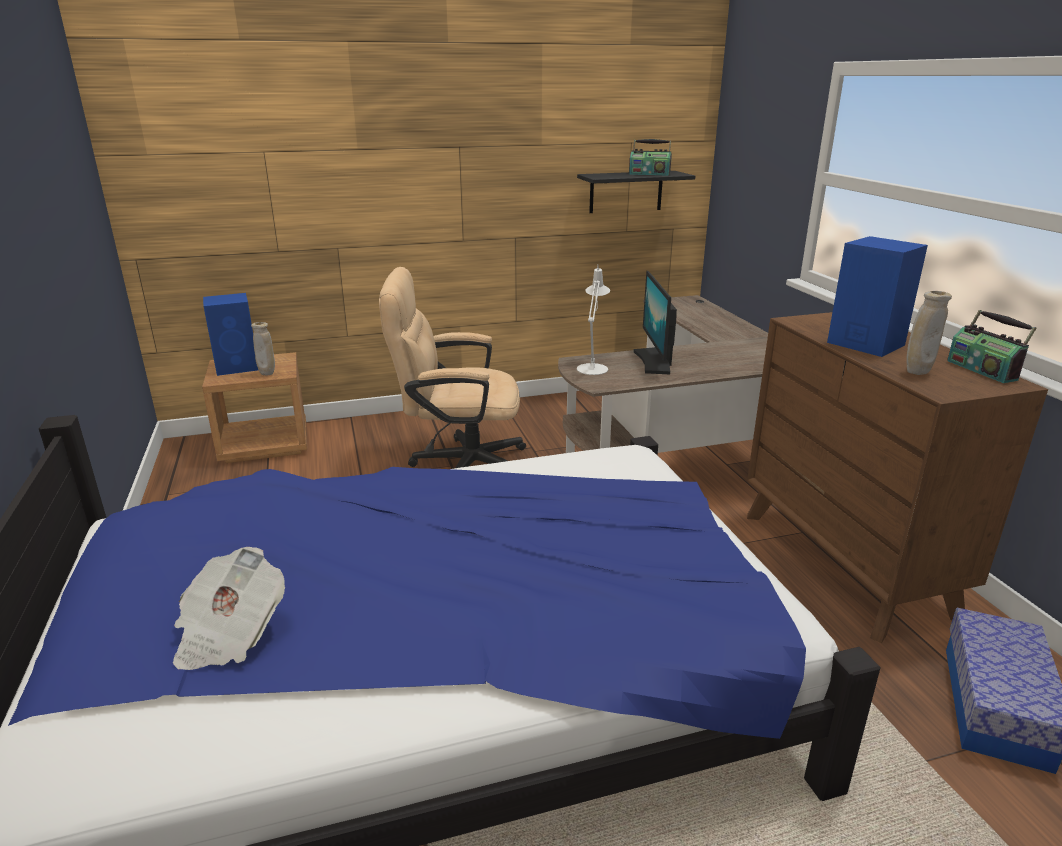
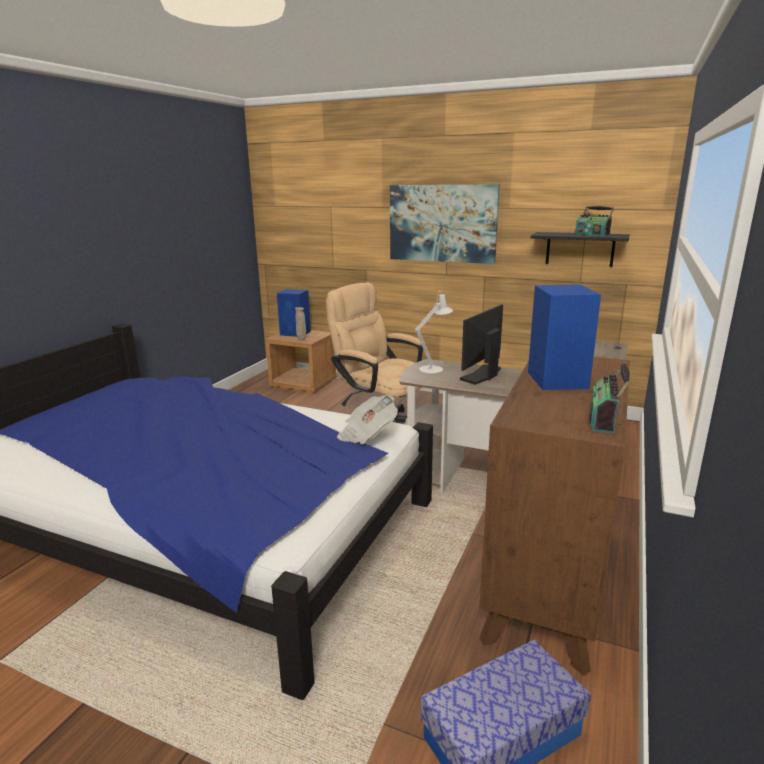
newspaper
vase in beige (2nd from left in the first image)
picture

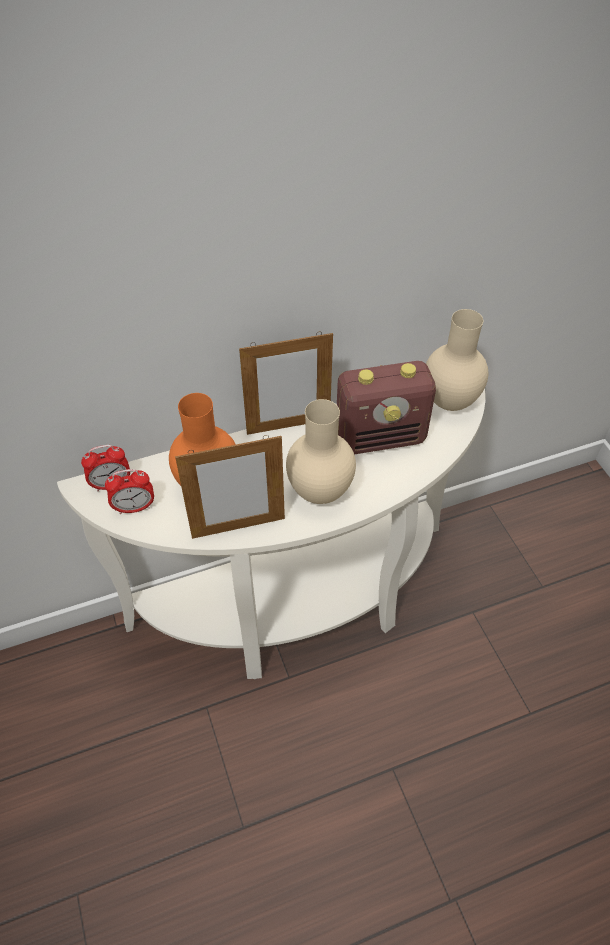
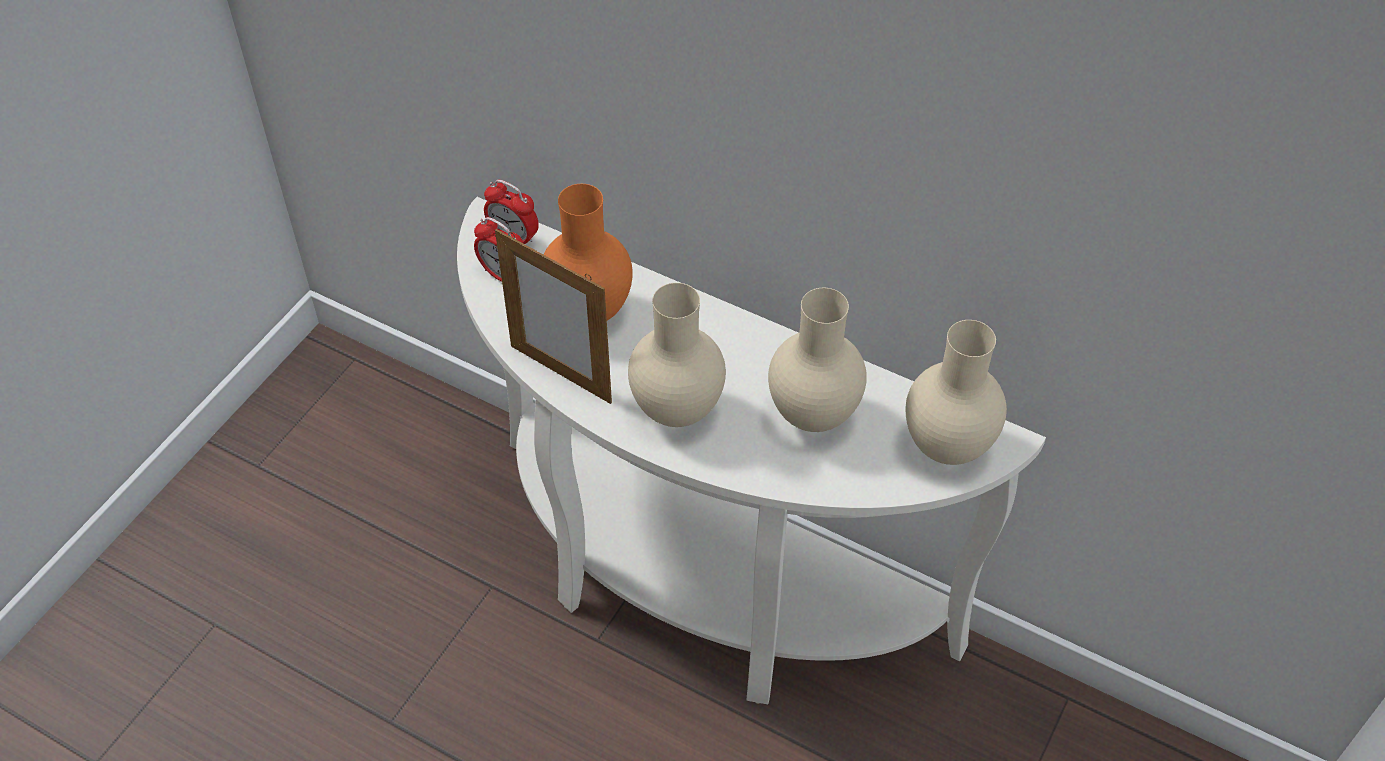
picture frame (2nd from left in the first image)
vase in beige (2nd from left)

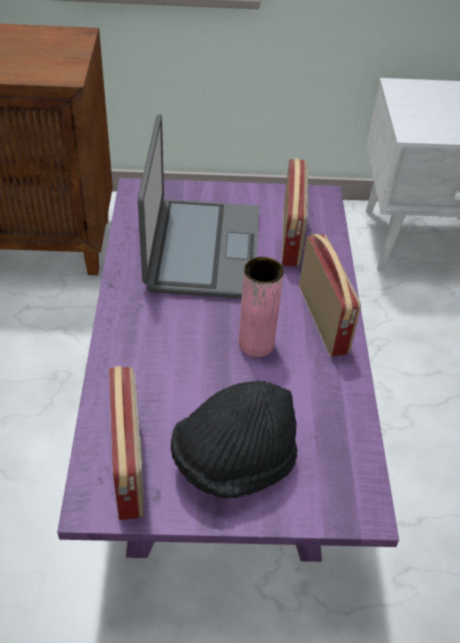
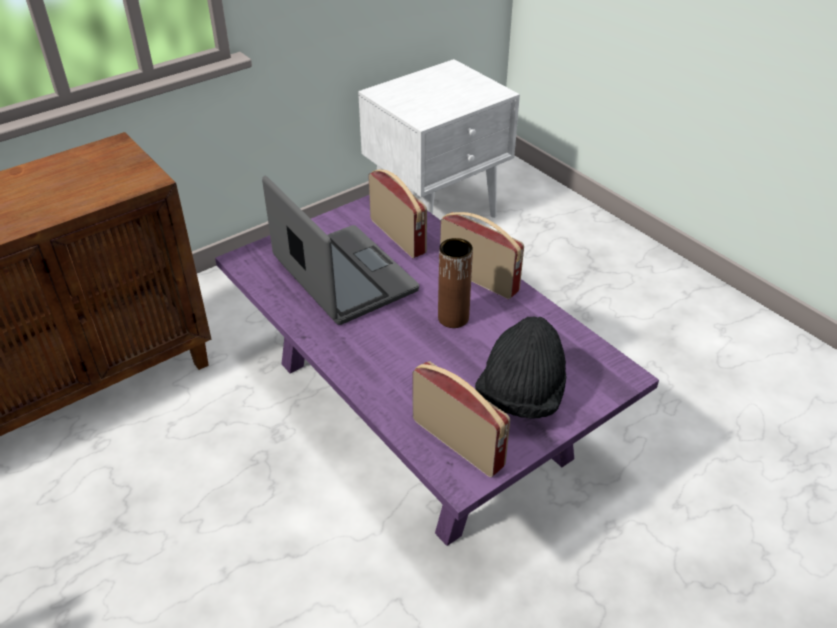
vase in brown

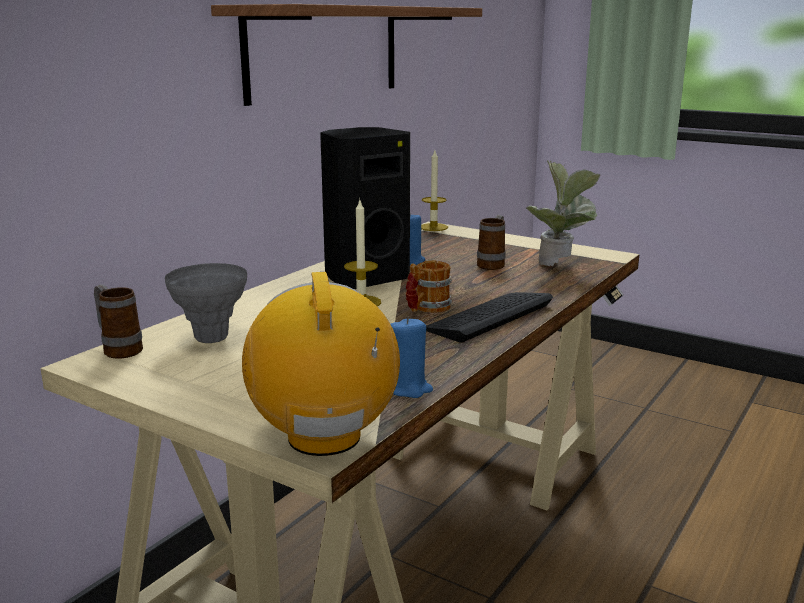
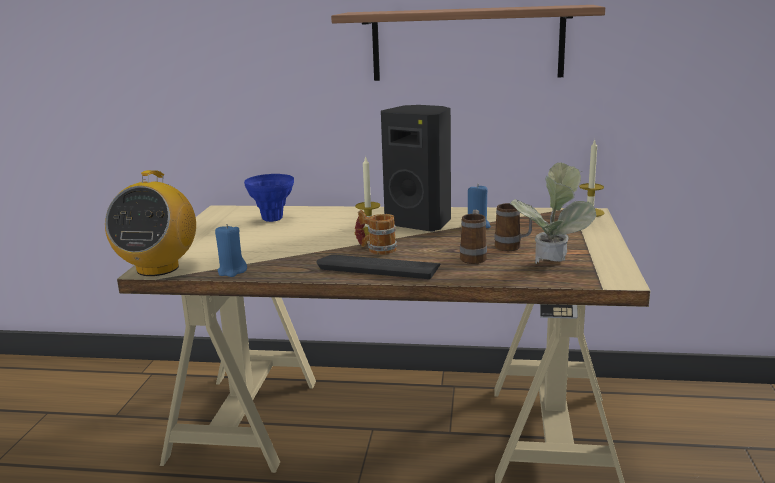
mug (2nd from left)
vase in blue
radio

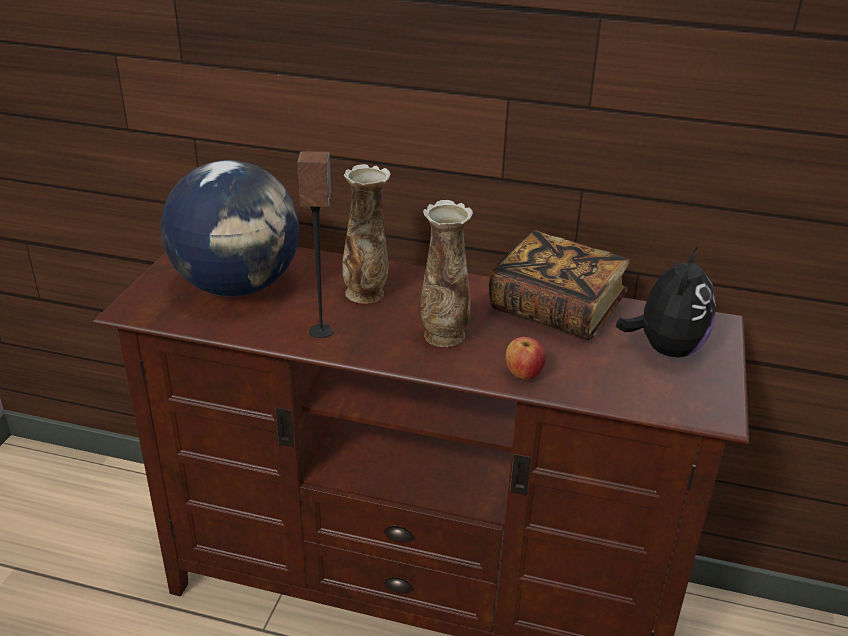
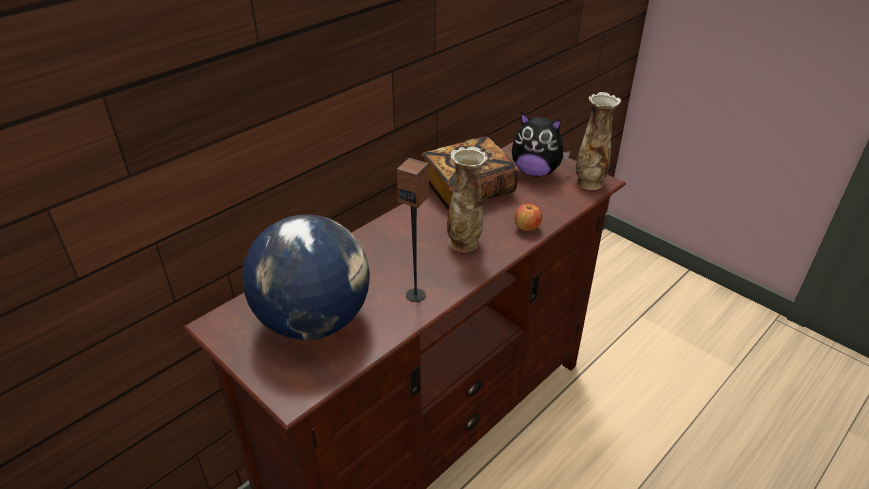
vase (2nd from left)
plush toy

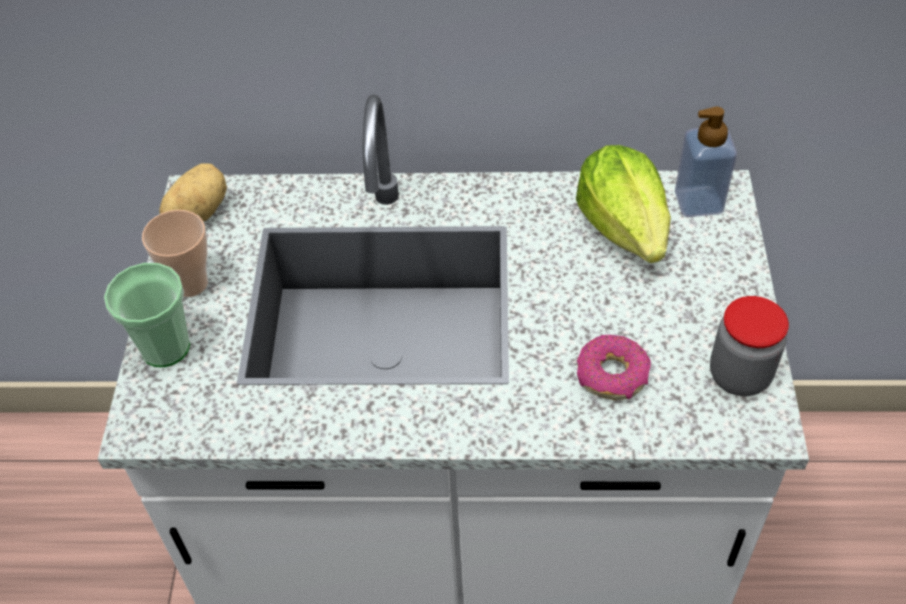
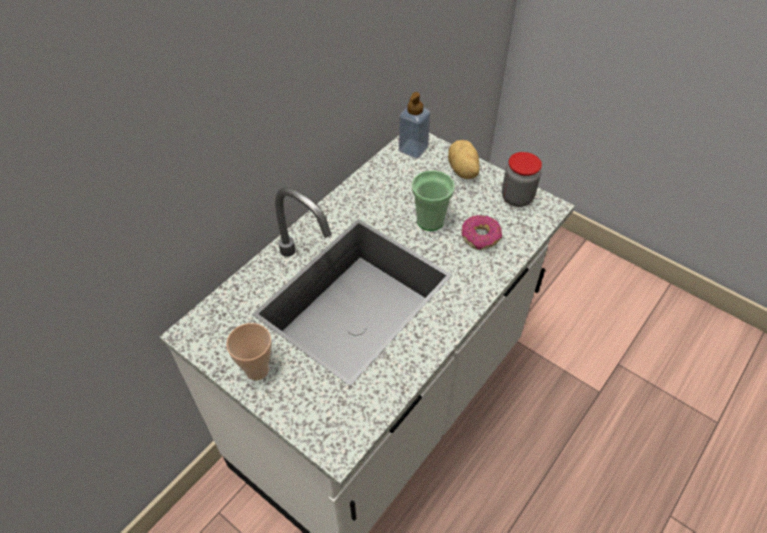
cup (2nd from left)
potato
lettuce

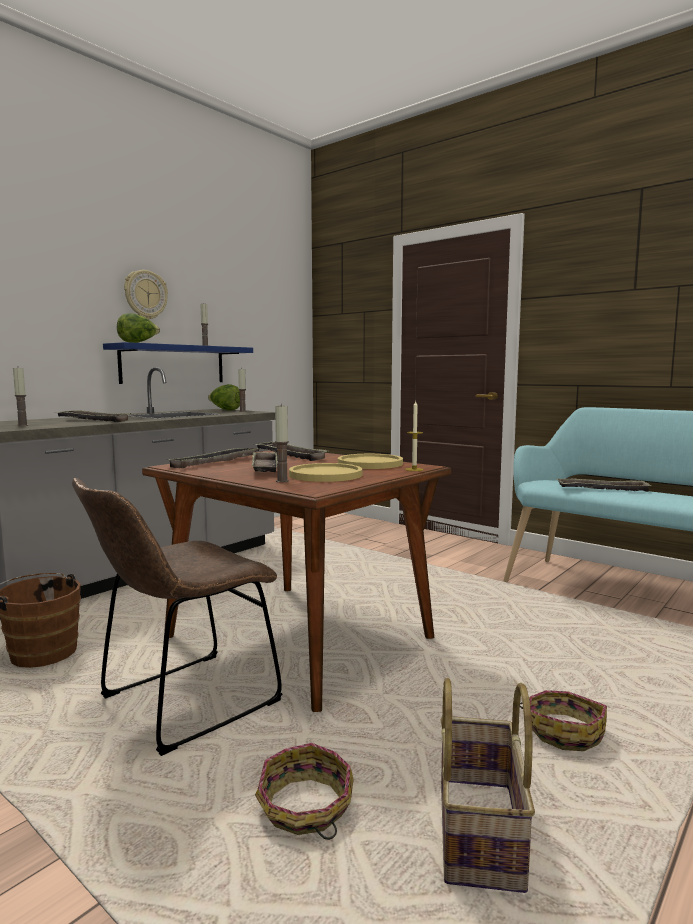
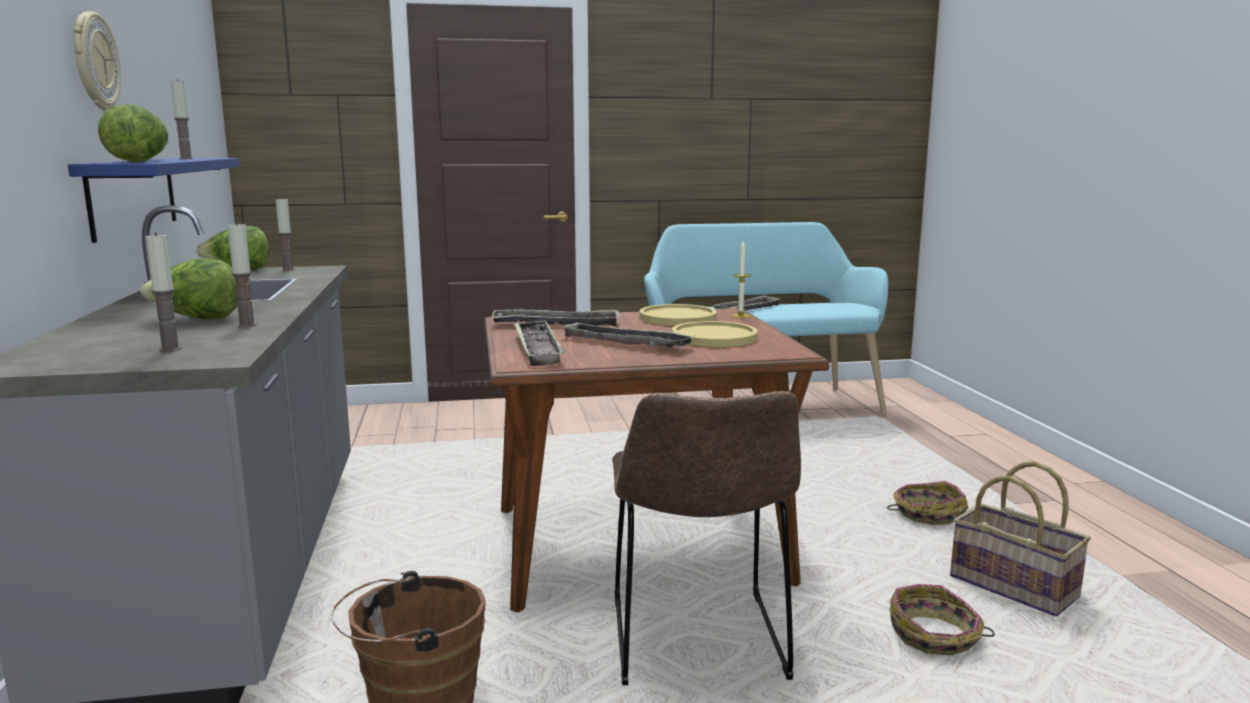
lettuce (2nd from left)
candle (3rd from left)

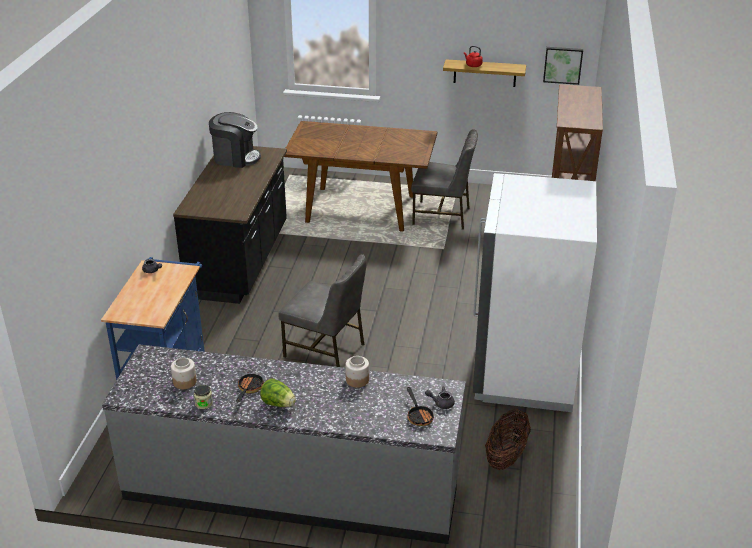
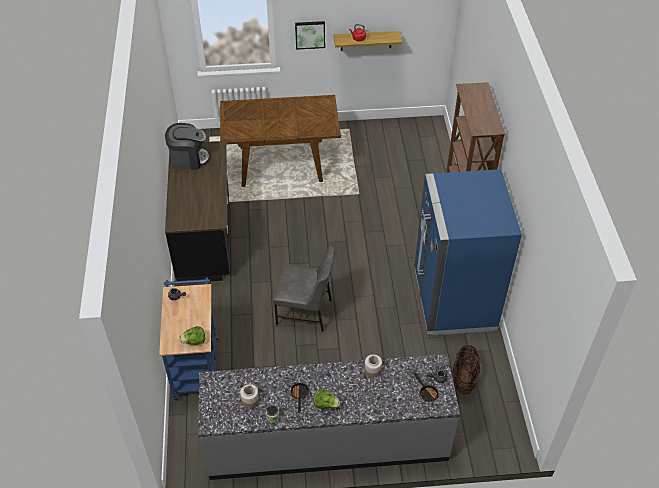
chair in grey (2nd from left in the first image)
fridge in blue
picture
lettuce (1st from left)

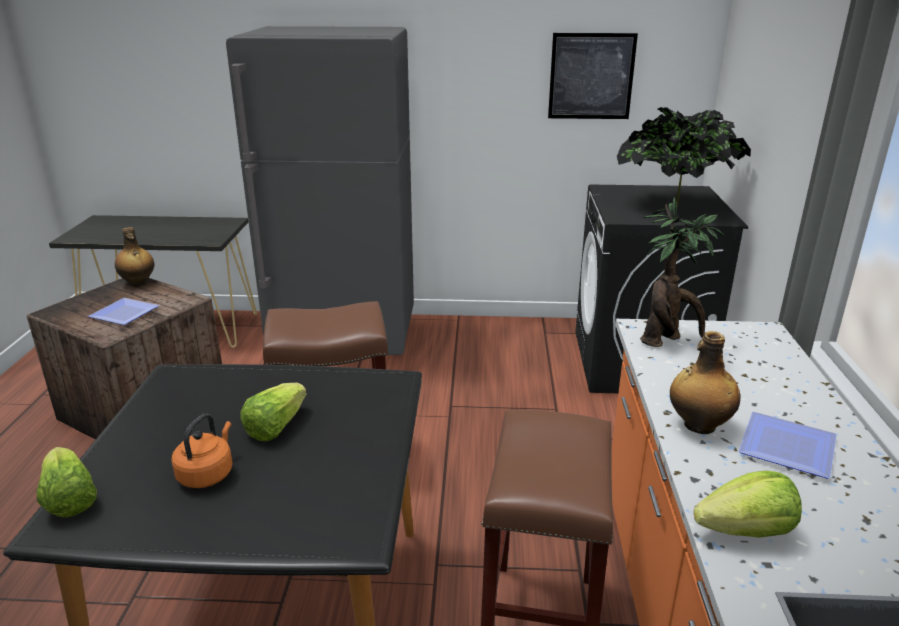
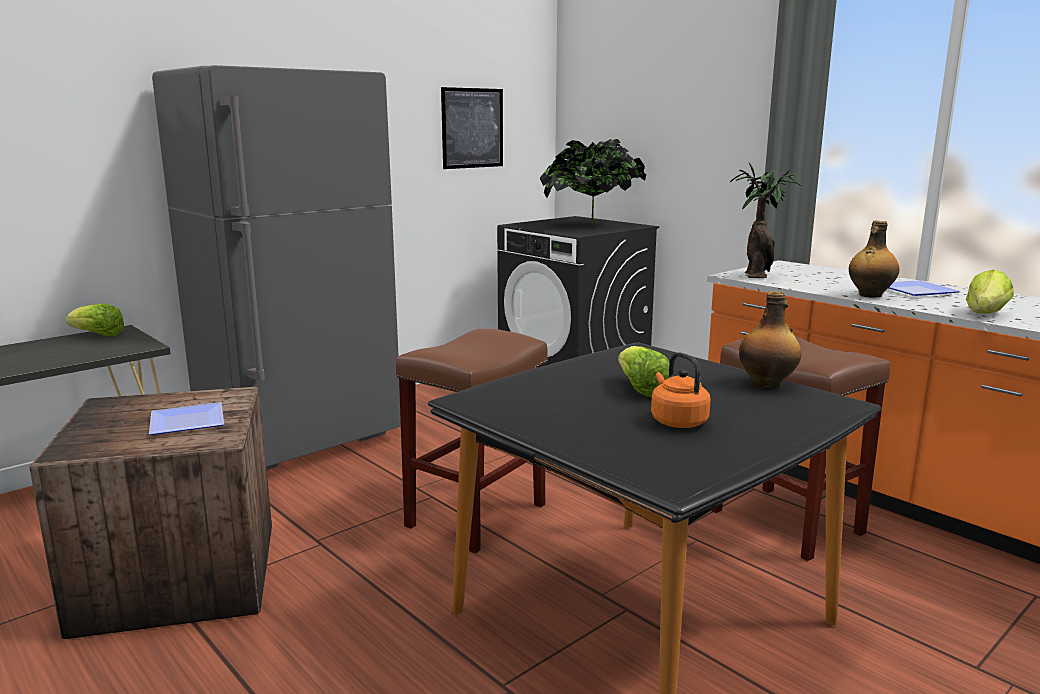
lettuce (1st from left)
bottle (1st from left)

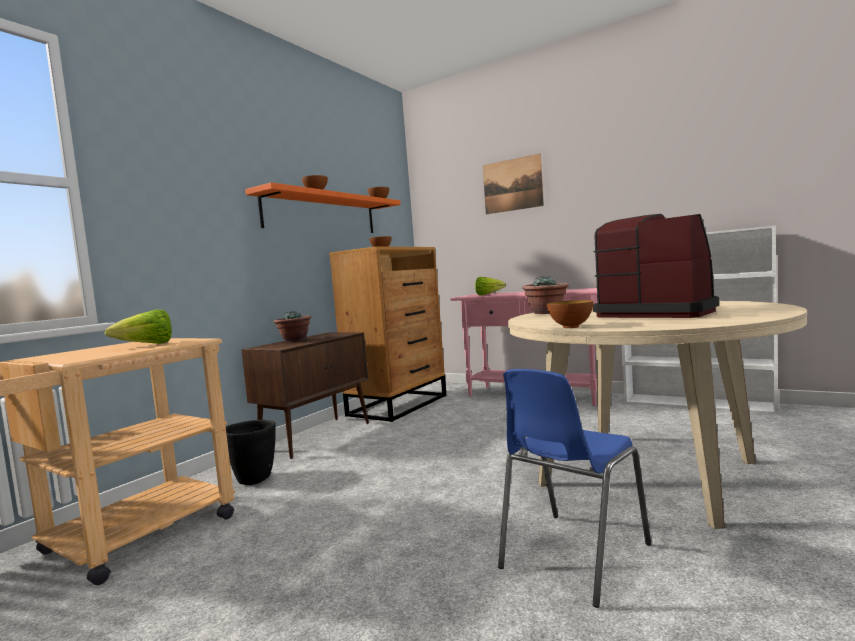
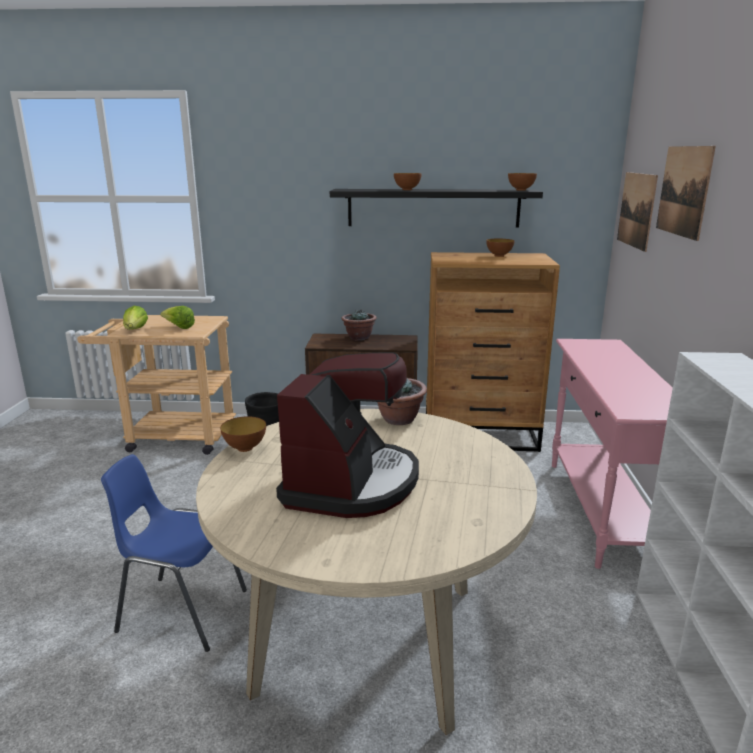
shelf in black
lettuce (1st from left)
picture (1st from left)

